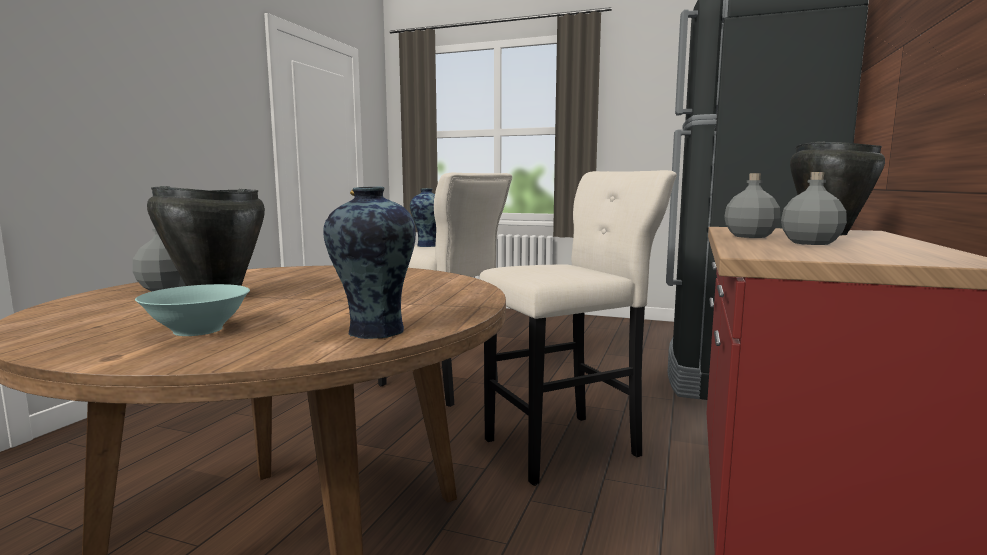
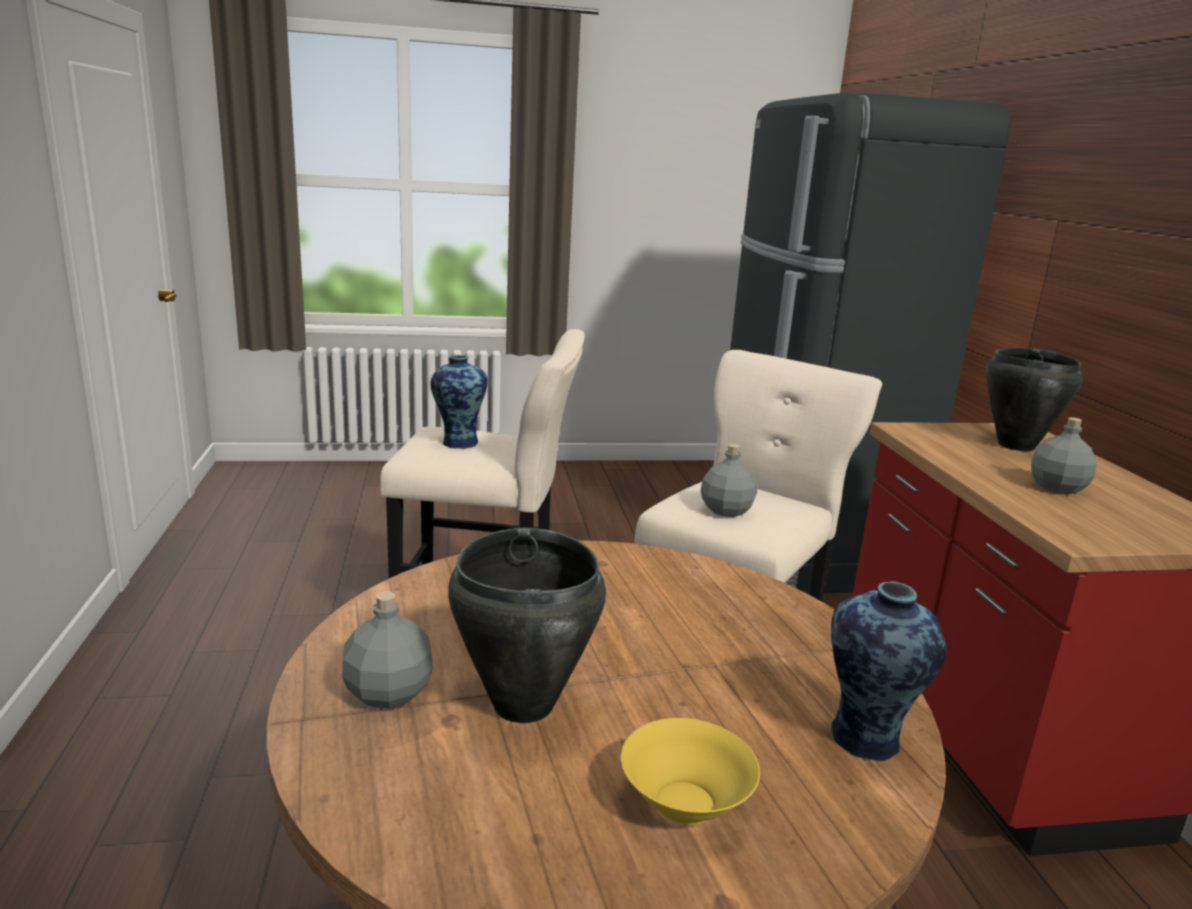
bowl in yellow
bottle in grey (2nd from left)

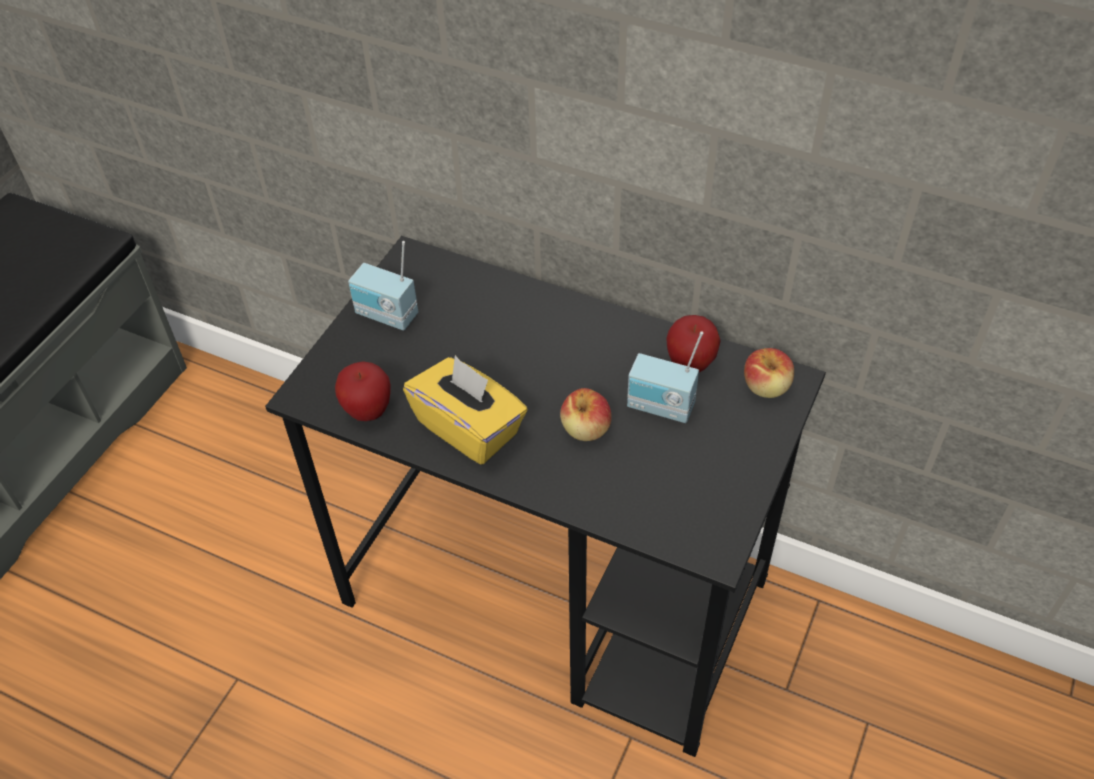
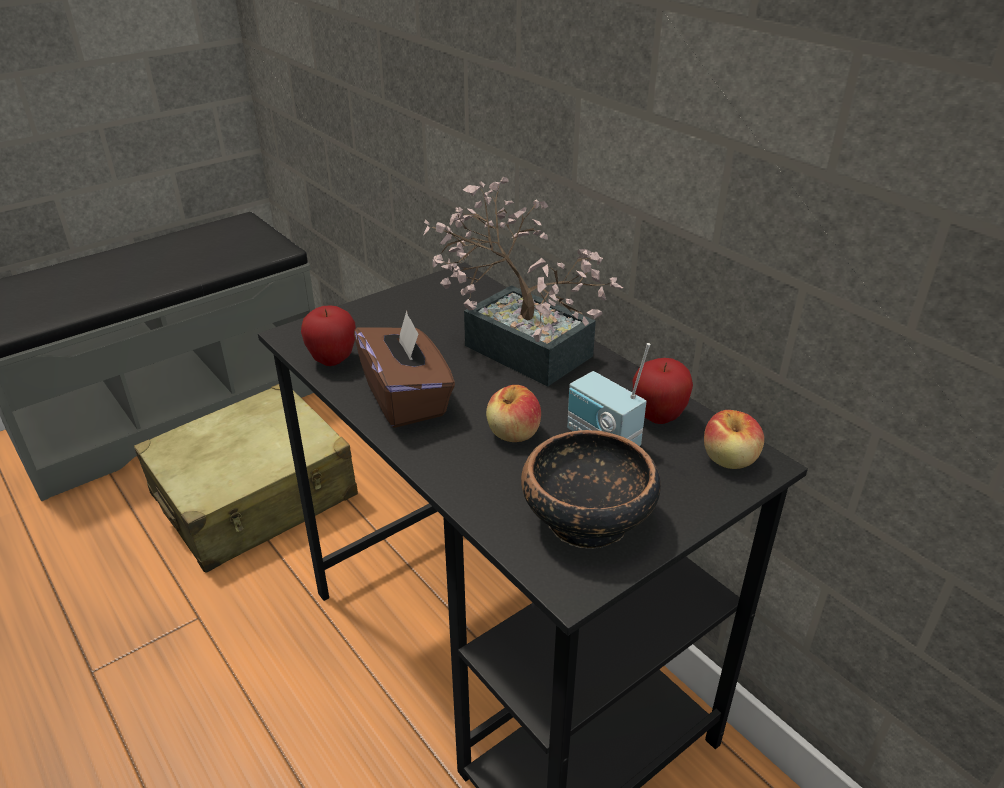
radio (1st from left in the first image)
tissue box in brown
suitcase in beige
potted plant
bowl

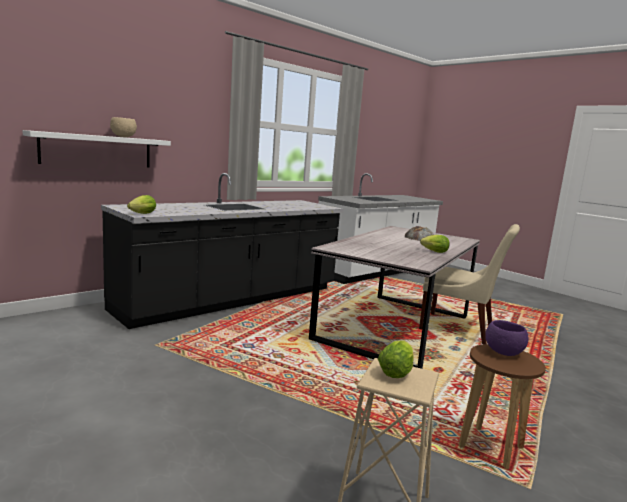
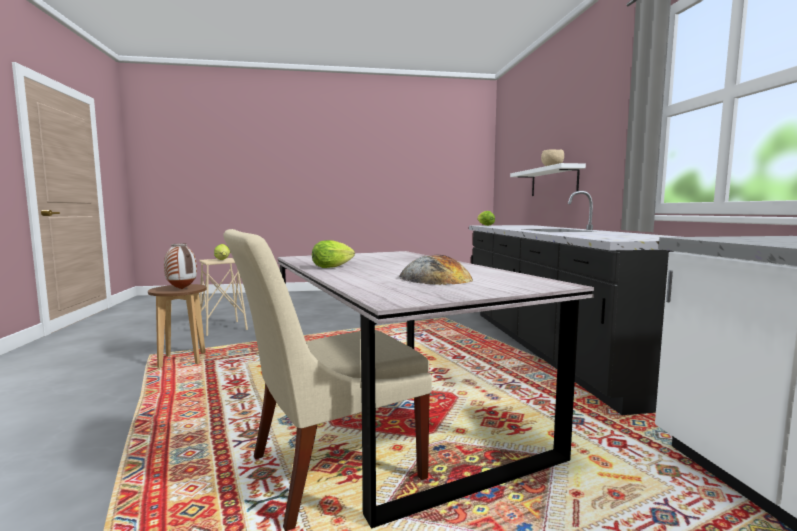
vase

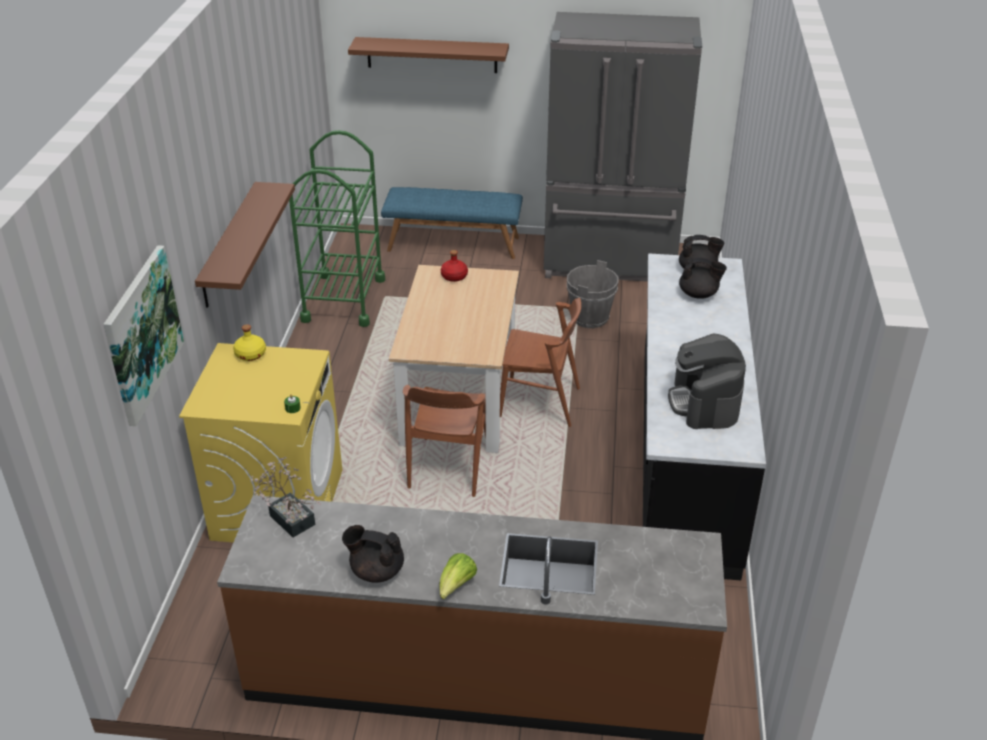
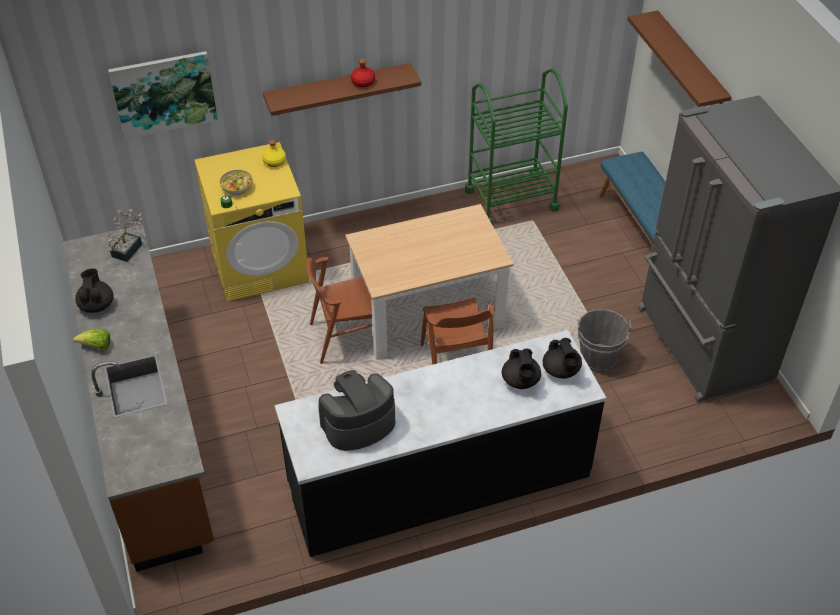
bottle in red
bowl

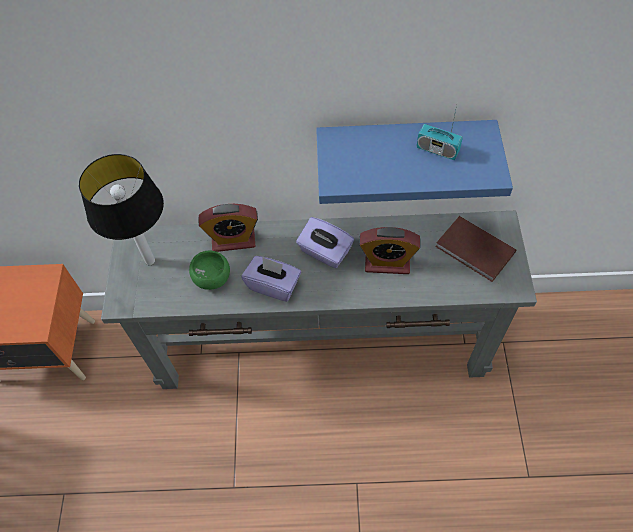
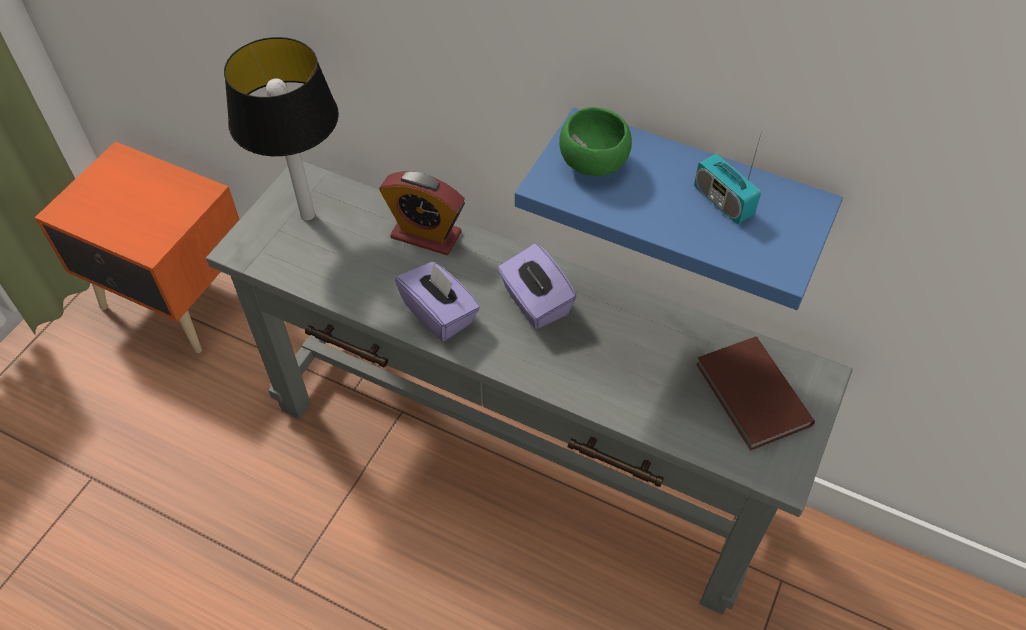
bowl in green
alarm clock (2nd from left in the first image)

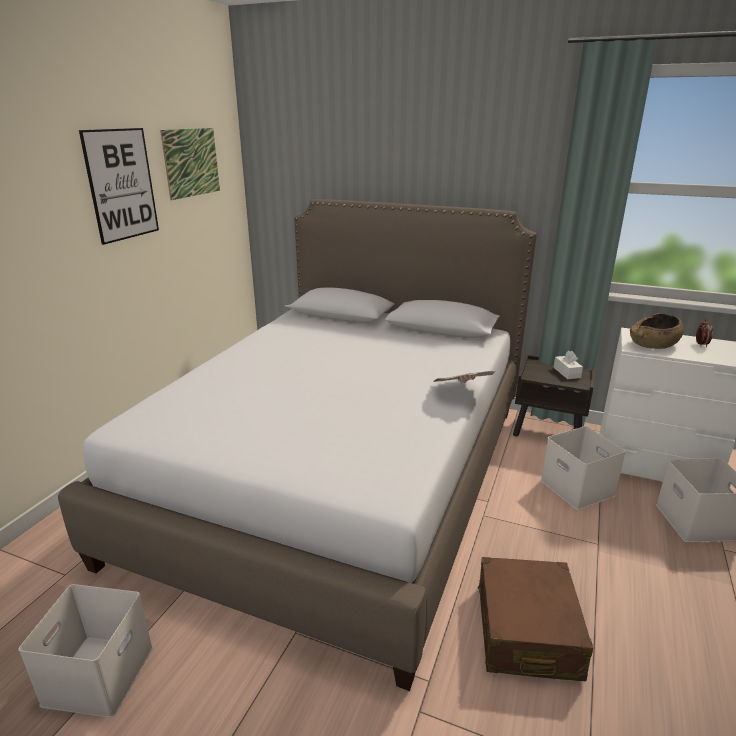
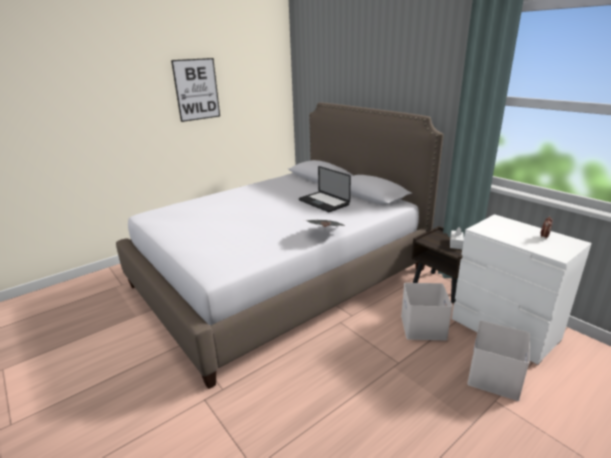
storage box in white (1st from left in the first image)
picture (2nd from left in the first image)
suitcase in brown
bowl in brown
laptop

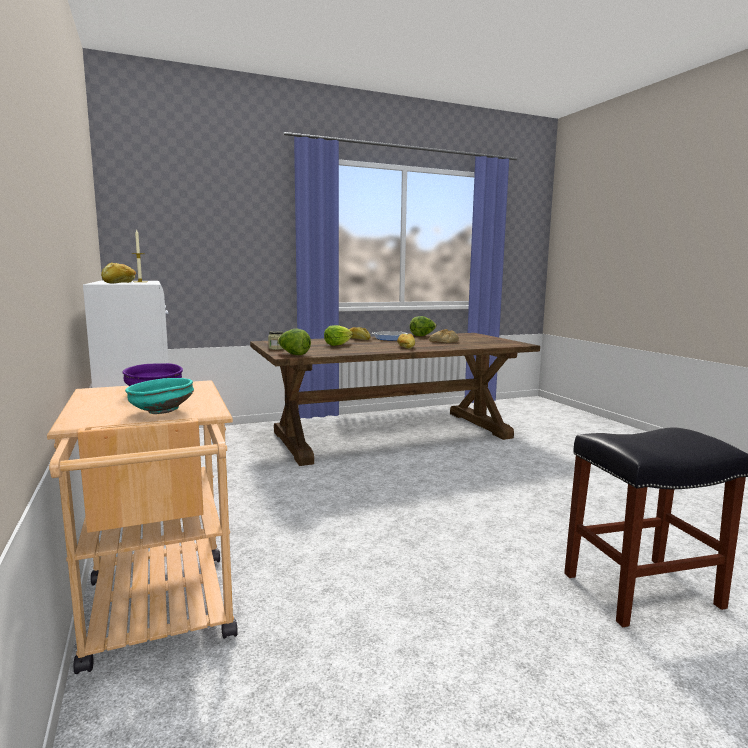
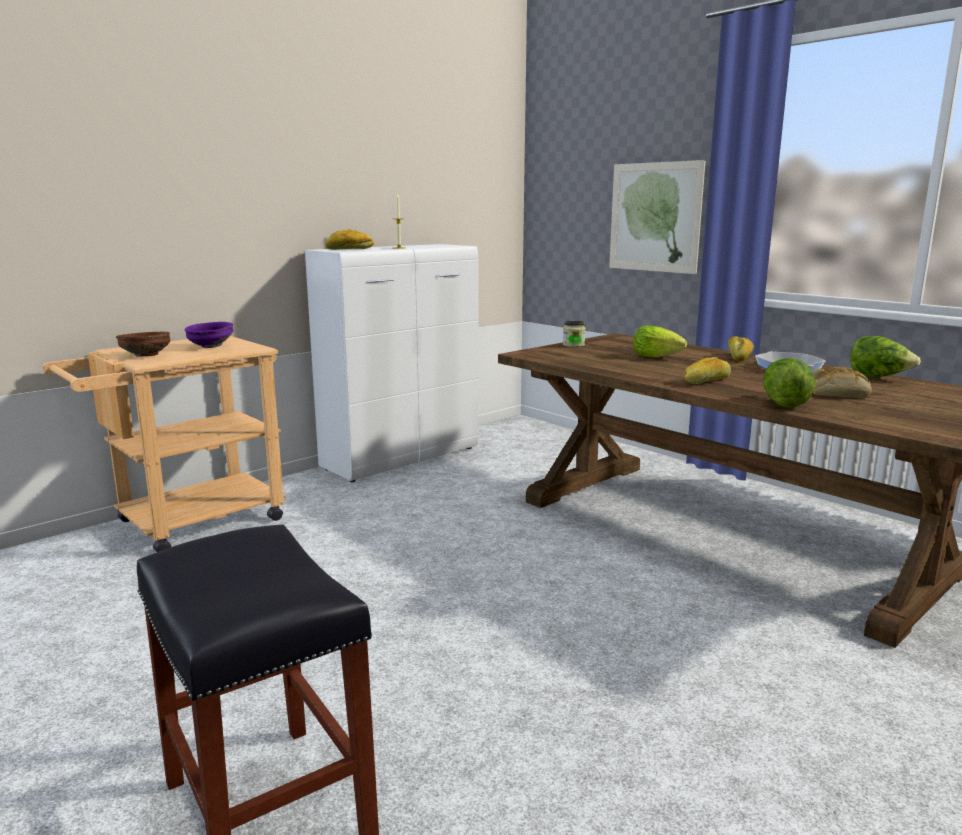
bowl in brown
lettuce (2nd from left)
picture

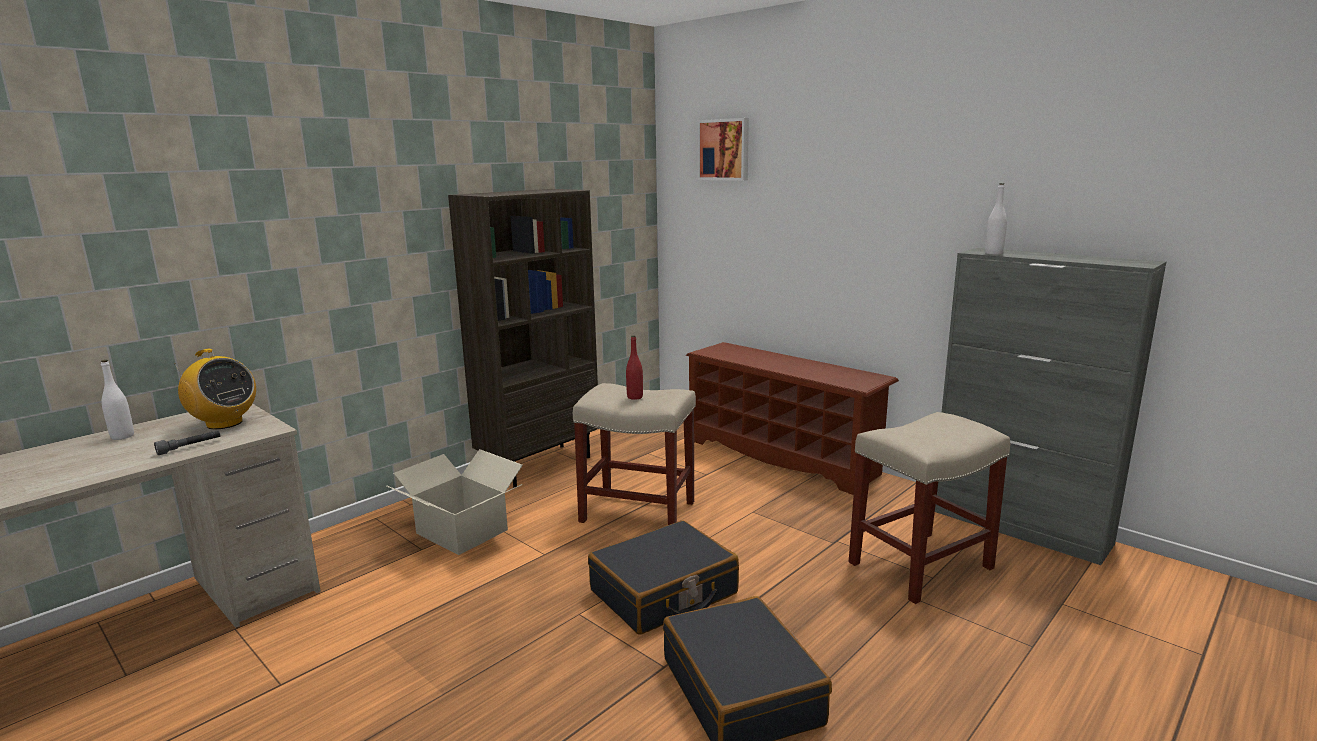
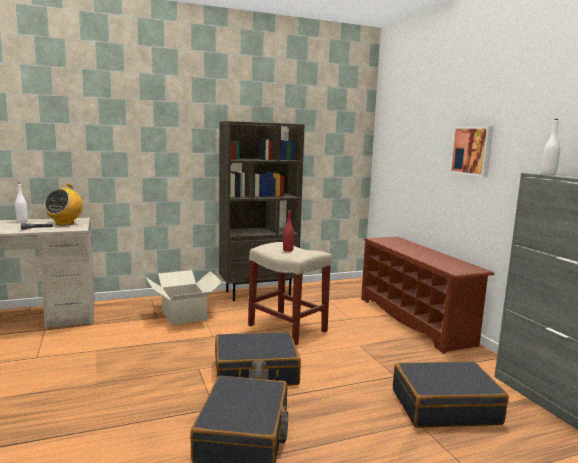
radio
picture
suitcase in black (3rd from left)

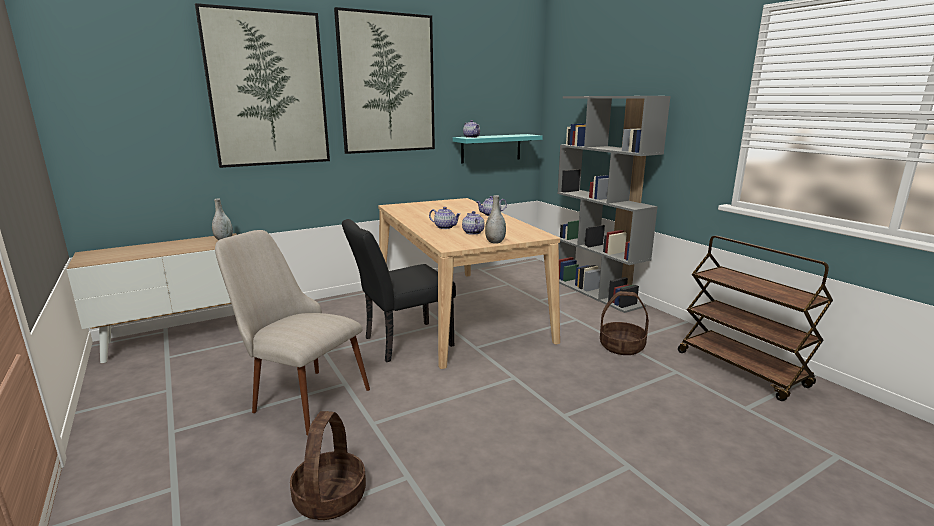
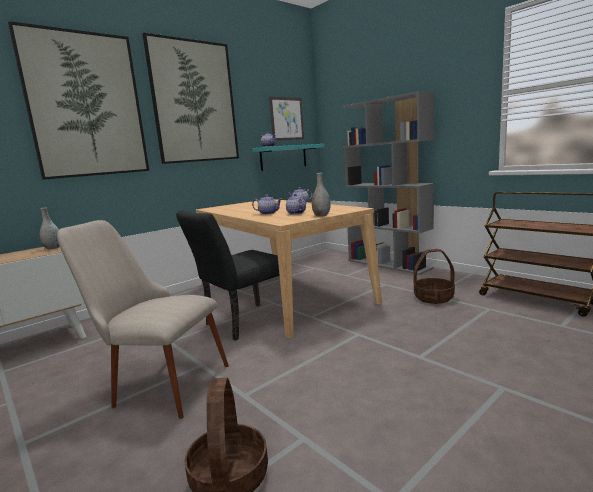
picture (3rd from left)

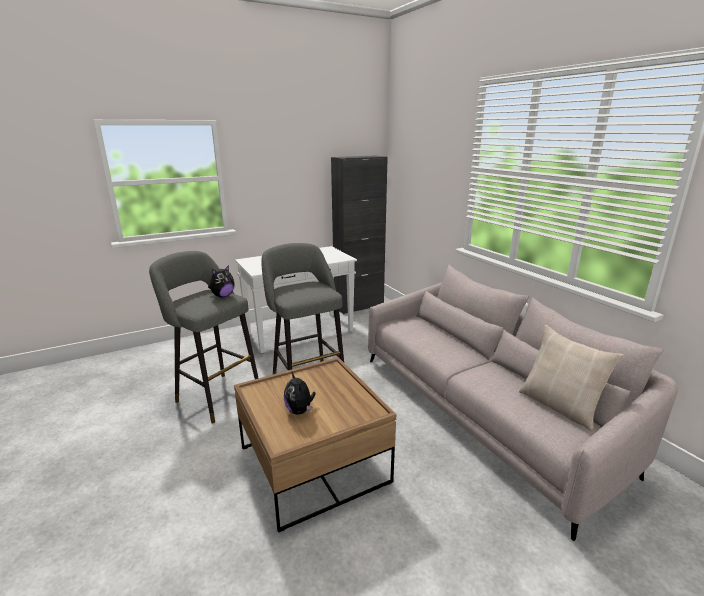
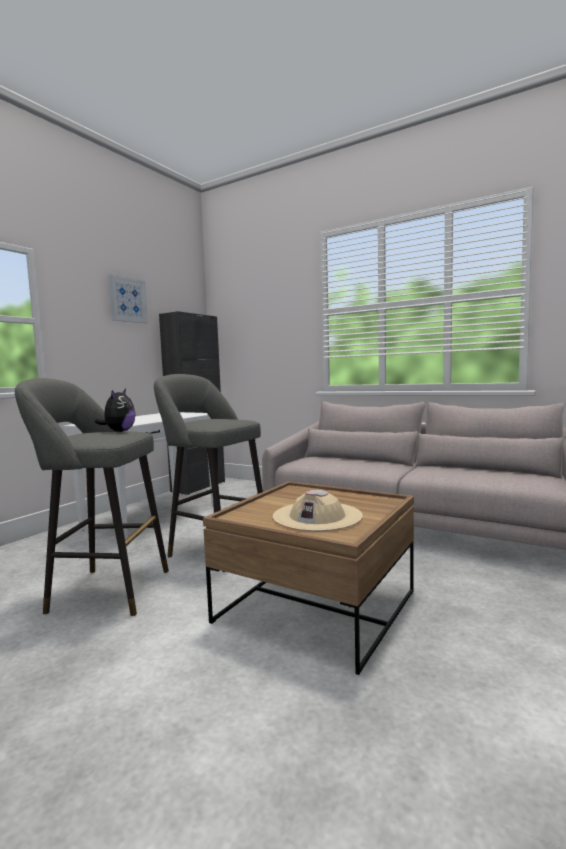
hat in beige
pillow in beige
picture

